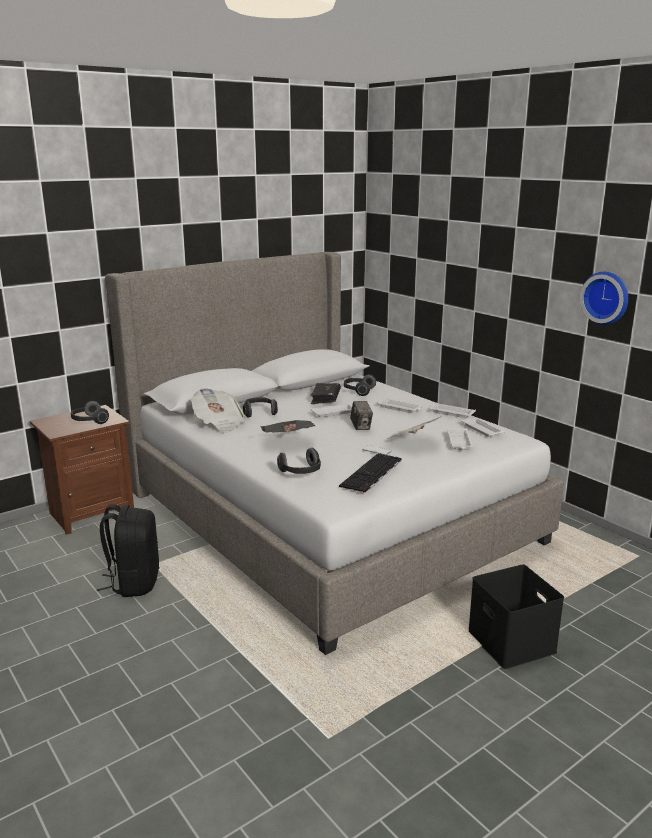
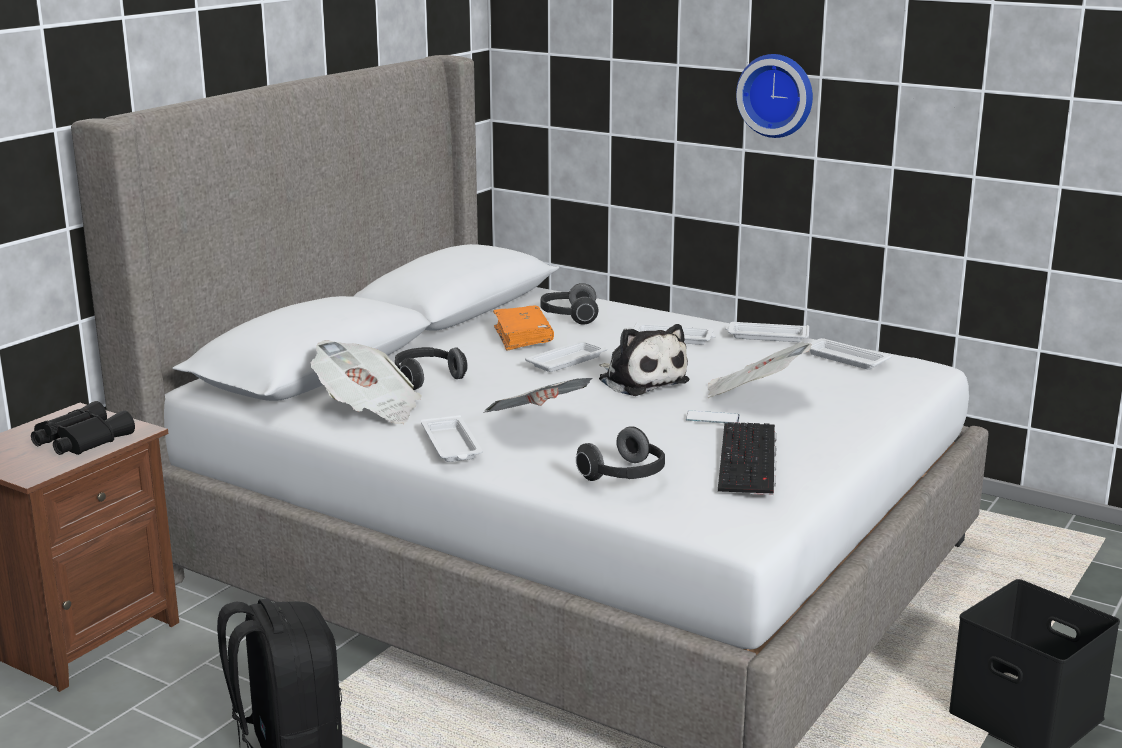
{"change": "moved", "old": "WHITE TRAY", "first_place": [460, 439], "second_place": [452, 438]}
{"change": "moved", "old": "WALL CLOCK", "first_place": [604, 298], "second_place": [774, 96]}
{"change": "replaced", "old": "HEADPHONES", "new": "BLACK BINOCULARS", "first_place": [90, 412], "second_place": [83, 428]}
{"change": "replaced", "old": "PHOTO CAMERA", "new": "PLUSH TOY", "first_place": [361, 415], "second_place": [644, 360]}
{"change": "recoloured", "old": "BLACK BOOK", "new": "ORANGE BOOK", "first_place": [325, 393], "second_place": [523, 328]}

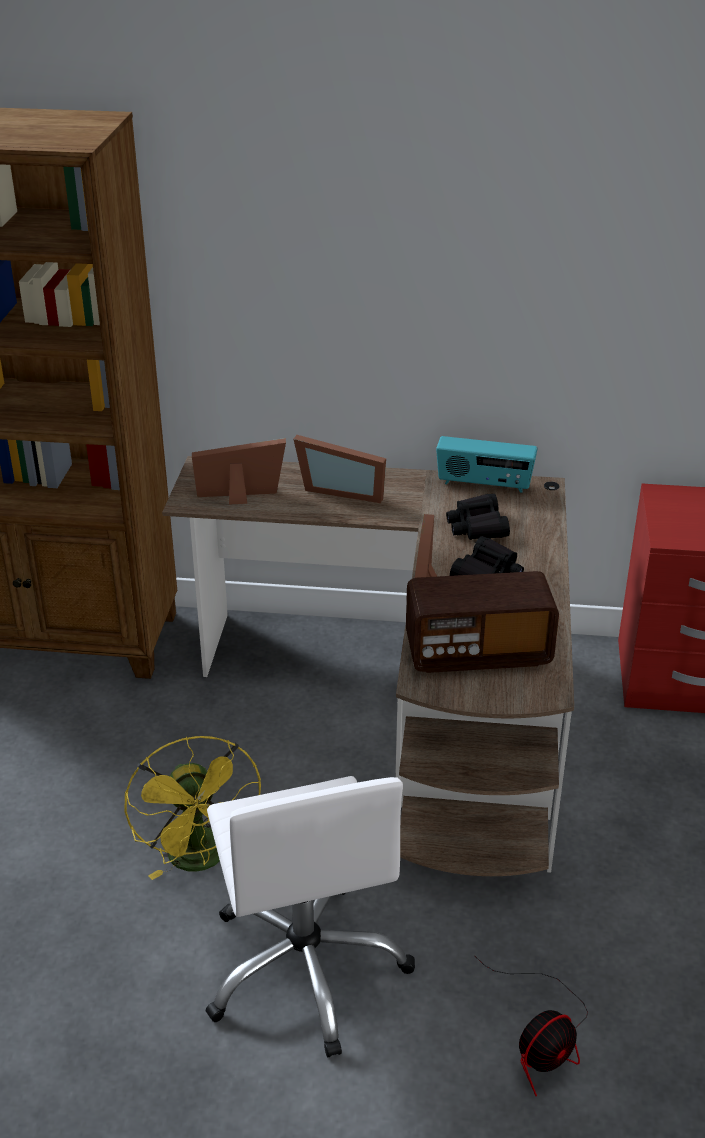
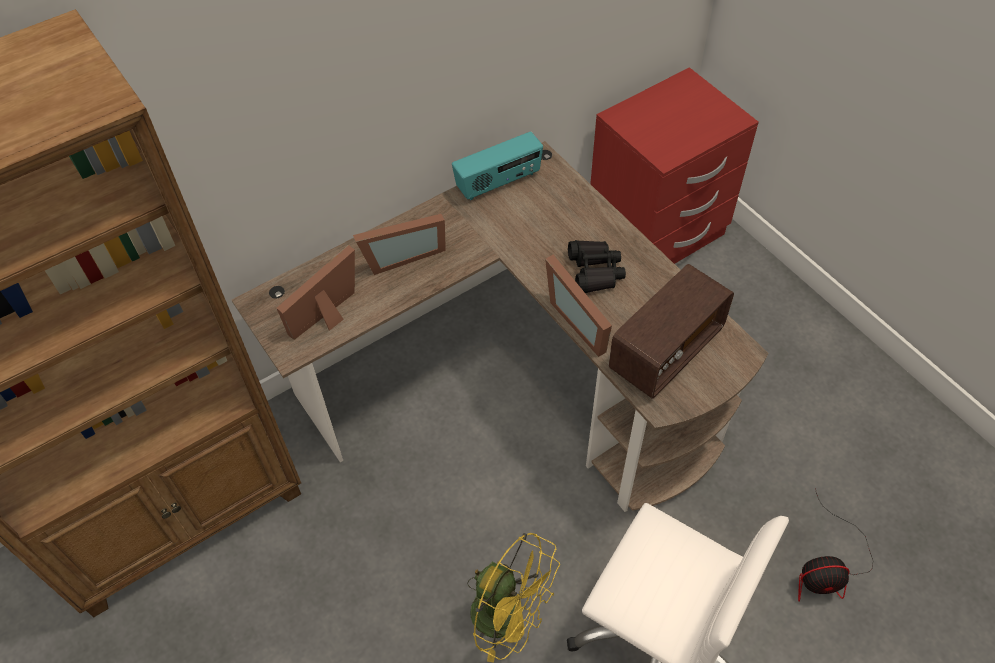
{"change": "removed", "old": "BLACK BINOCULARS", "first_place": [478, 517]}
{"change": "turned", "old": "FAN", "first_place": [531, 1026], "second_place": [835, 545], "degrees": 75}

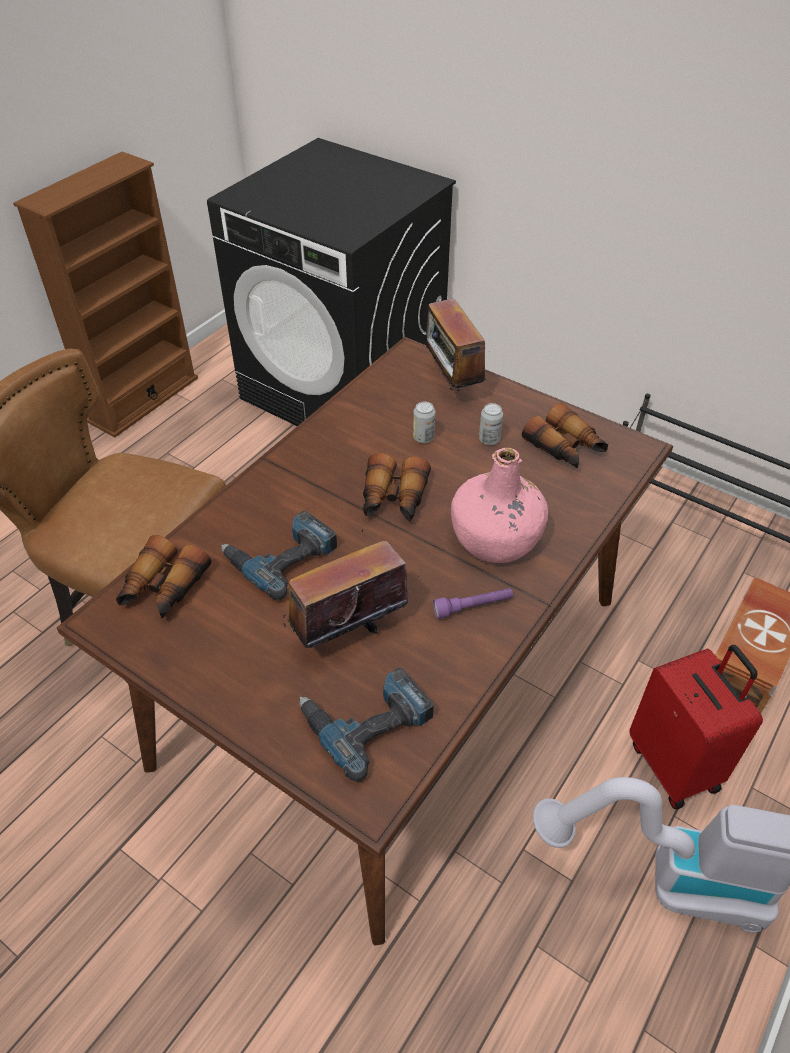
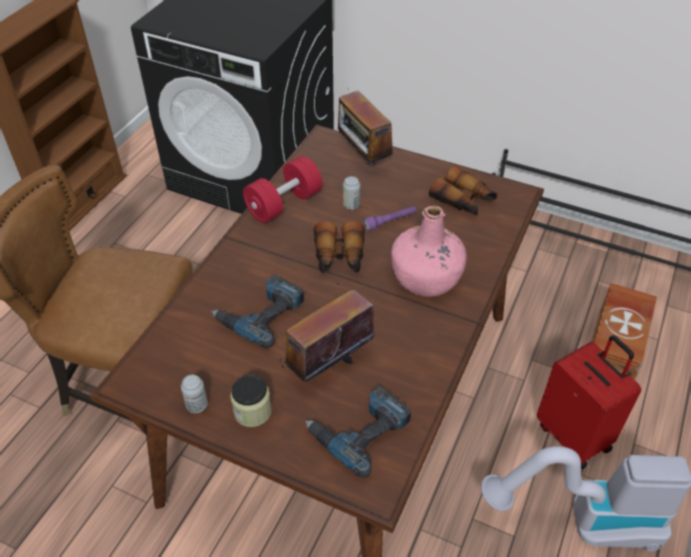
{"change": "removed", "old": "BINOCULARS", "first_place": [163, 577]}
{"change": "added", "new": "JAR", "second_place": [251, 400]}
{"change": "added", "new": "RED DUMBBELL", "second_place": [283, 189]}
{"change": "moved", "old": "PURPLE FLASHLIGHT", "first_place": [473, 603], "second_place": [390, 218]}
{"change": "moved", "old": "CAN", "first_place": [491, 424], "second_place": [194, 394]}

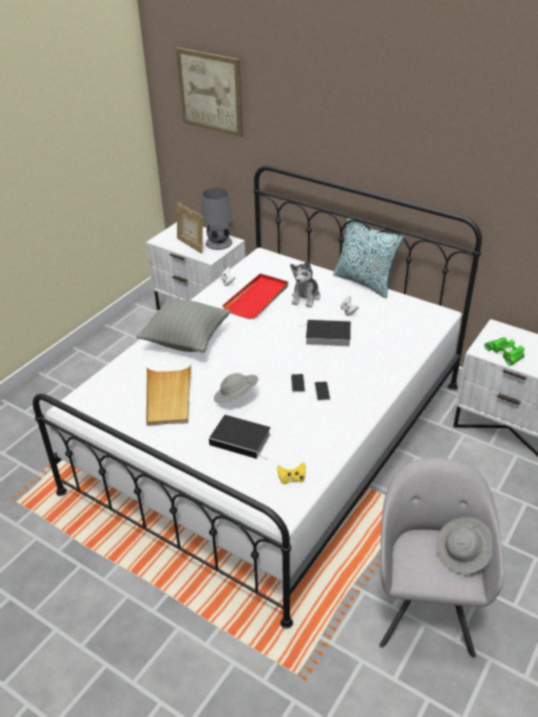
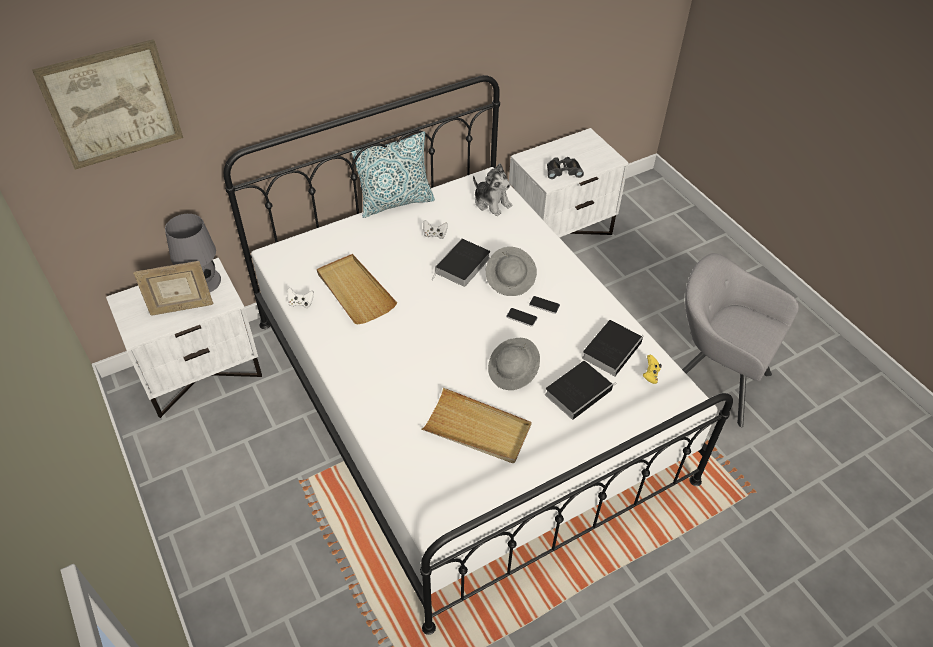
{"change": "removed", "old": "GREY PILLOW", "first_place": [183, 325]}
{"change": "added", "new": "BOOK", "second_place": [613, 348]}
{"change": "moved", "old": "PLUSH TOY", "first_place": [305, 284], "second_place": [492, 189]}
{"change": "moved", "old": "GREY HAT", "first_place": [464, 545], "second_place": [511, 271]}
{"change": "recoloured", "old": "RED TRAY", "new": "BEIGE TRAY", "first_place": [255, 296], "second_place": [357, 289]}
{"change": "recoloured", "old": "GREEN BINOCULARS", "new": "BLACK BINOCULARS", "first_place": [504, 351], "second_place": [565, 168]}

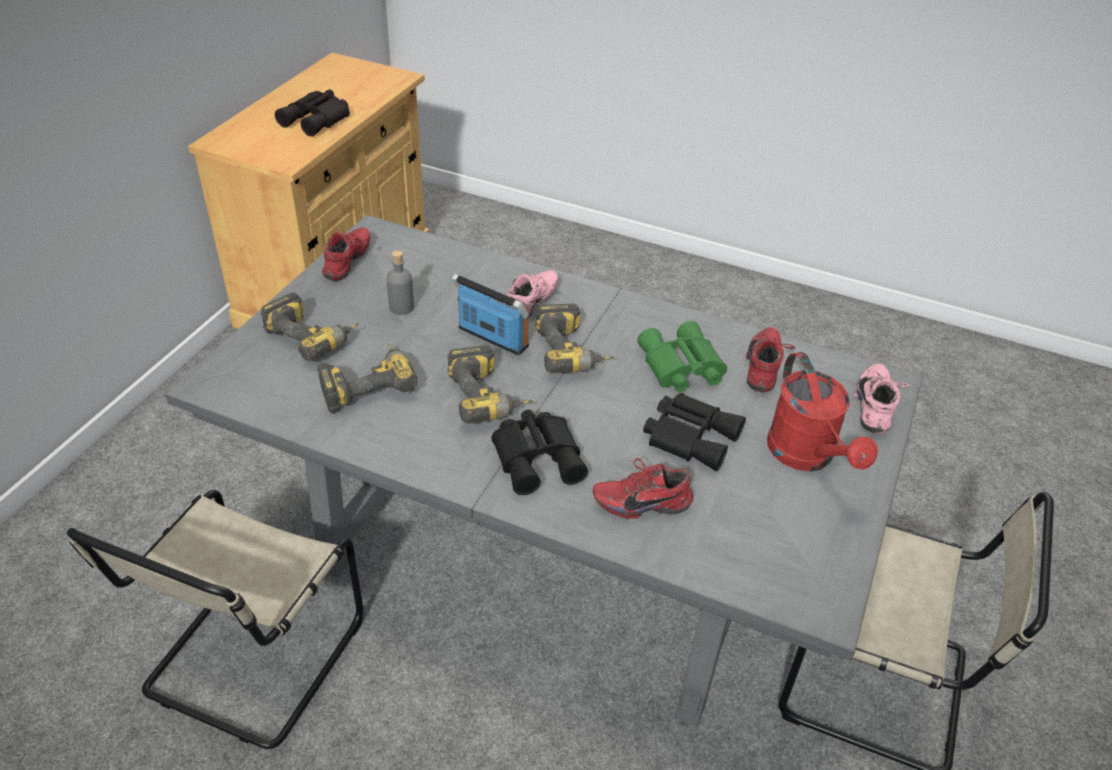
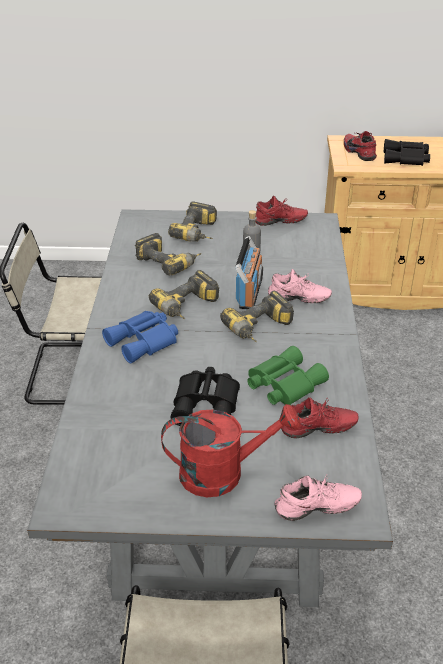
{"change": "moved", "old": "RED SHOE", "first_place": [643, 488], "second_place": [360, 146]}
{"change": "recoloured", "old": "BLACK BINOCULARS", "new": "BLUE BINOCULARS", "first_place": [539, 452], "second_place": [140, 337]}
{"change": "turned", "old": "RED WATERING CAN", "first_place": [822, 411], "second_place": [230, 450], "degrees": -150}

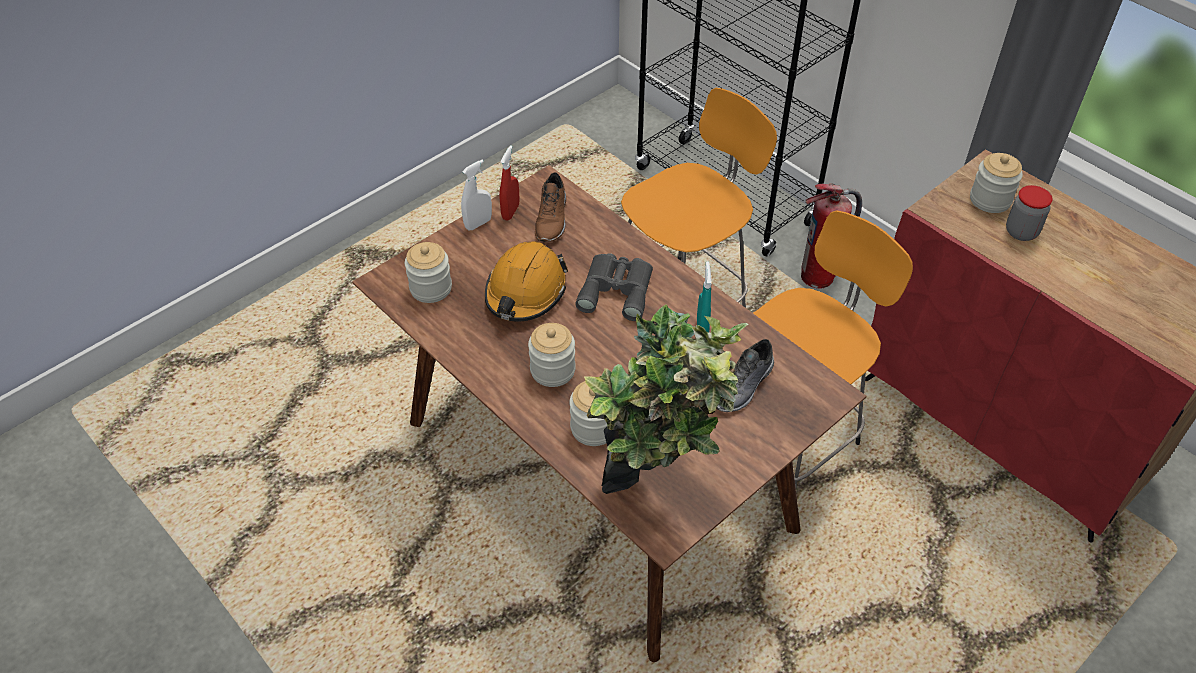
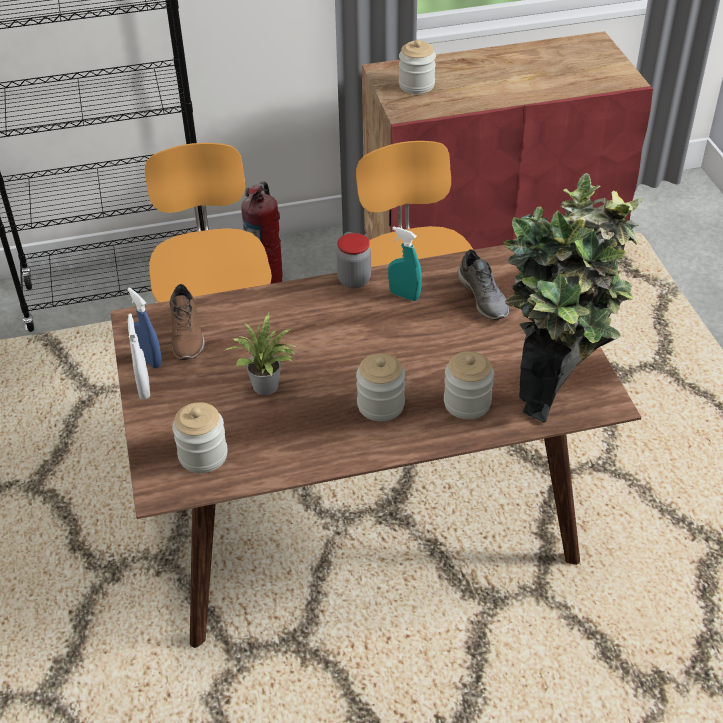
{"change": "removed", "old": "GREY BINOCULARS", "first_place": [614, 287]}
{"change": "moved", "old": "JAR", "first_place": [1029, 213], "second_place": [353, 261]}
{"change": "replaced", "old": "ORANGE HARD HAT", "new": "POTTED PLANT", "first_place": [526, 281], "second_place": [261, 354]}
{"change": "recoloured", "old": "RED SPRAY BOTTLE", "new": "BLUE SPRAY BOTTLE", "first_place": [509, 183], "second_place": [144, 328]}
{"change": "turned", "old": "BROWN SHOE", "first_place": [550, 207], "second_place": [187, 322], "degrees": 45}

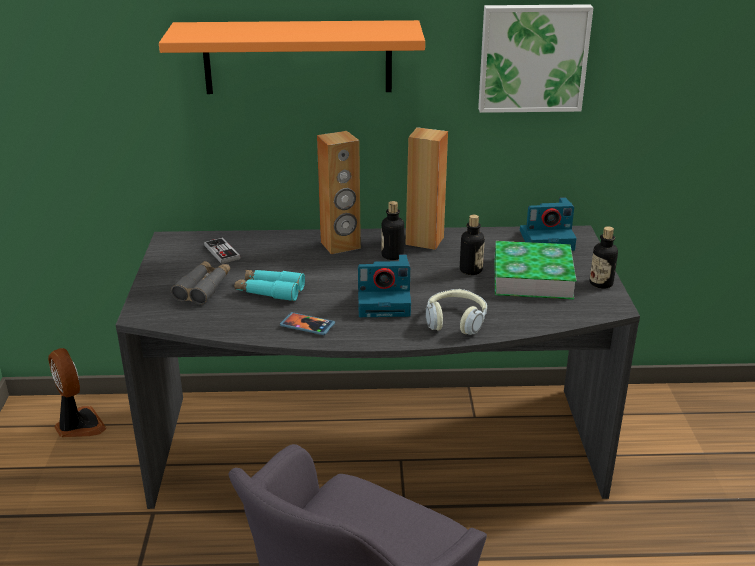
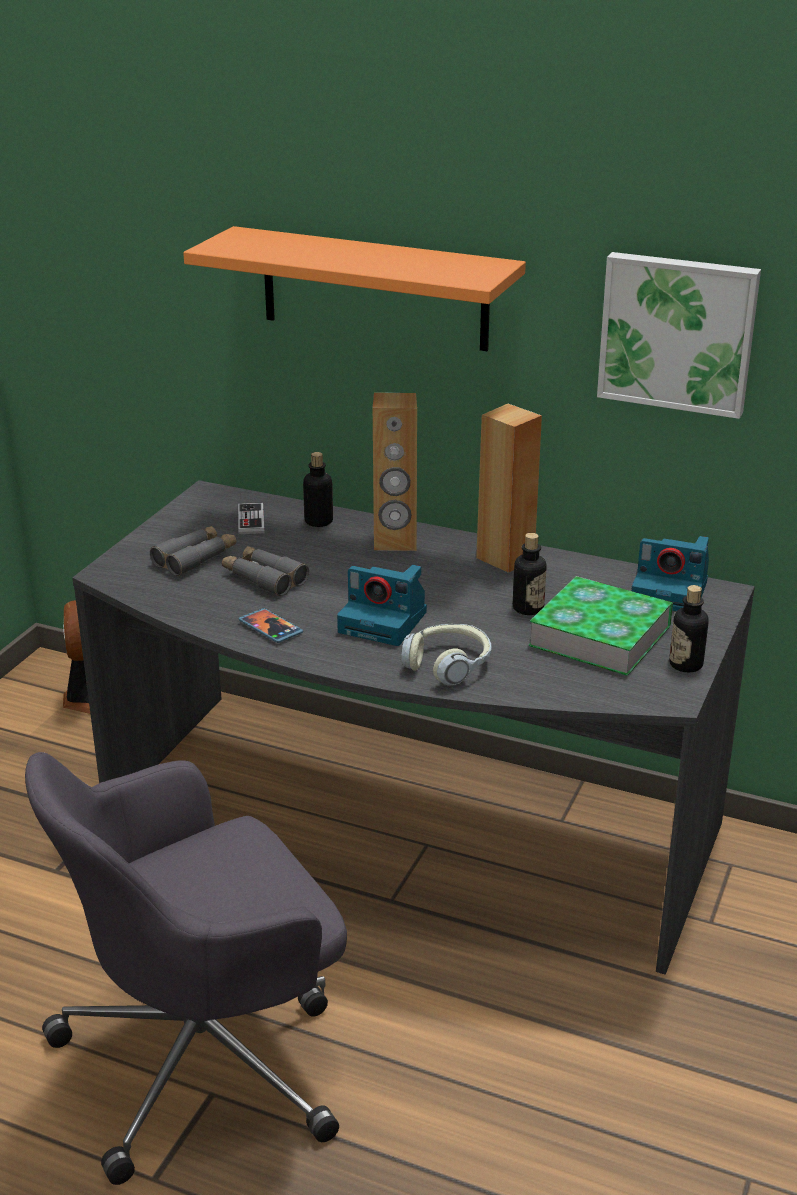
{"change": "moved", "old": "BOTTLE", "first_place": [392, 230], "second_place": [318, 489]}
{"change": "recoloured", "old": "TURQUOISE BINOCULARS", "new": "GREY BINOCULARS", "first_place": [269, 285], "second_place": [265, 571]}

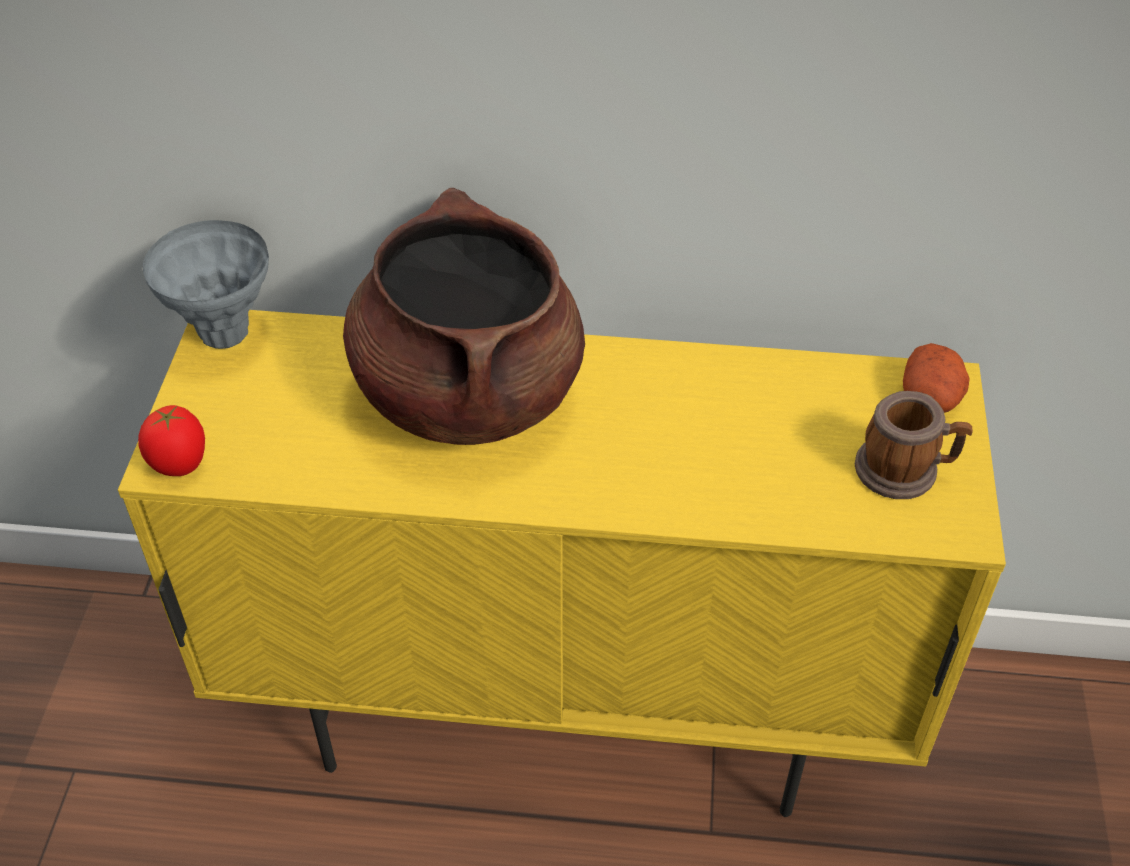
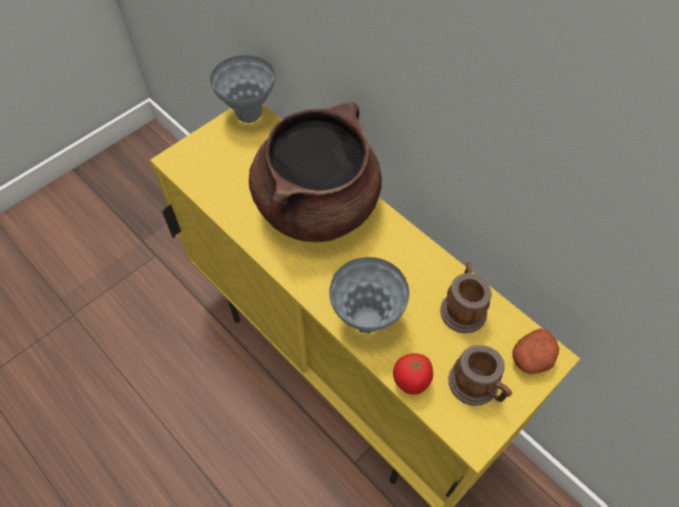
{"change": "added", "new": "GREY VASE", "second_place": [369, 295]}
{"change": "added", "new": "MUG", "second_place": [466, 297]}
{"change": "moved", "old": "TOMATO", "first_place": [171, 440], "second_place": [413, 374]}

